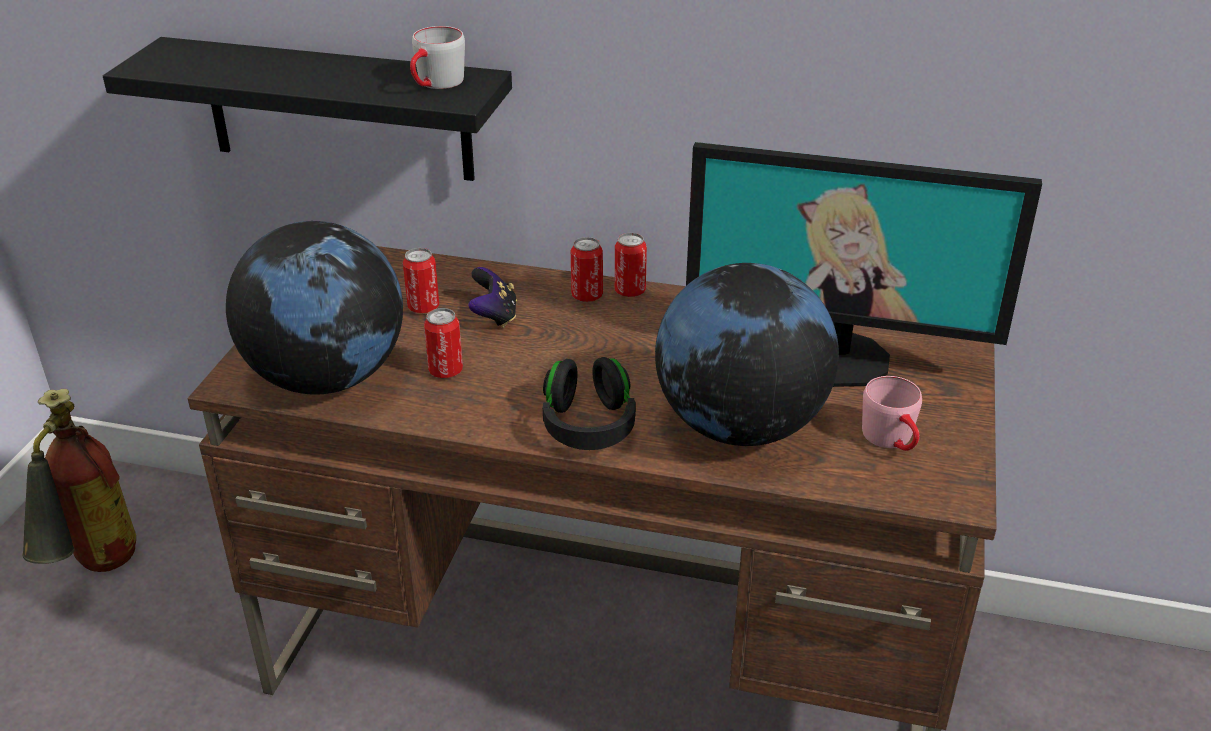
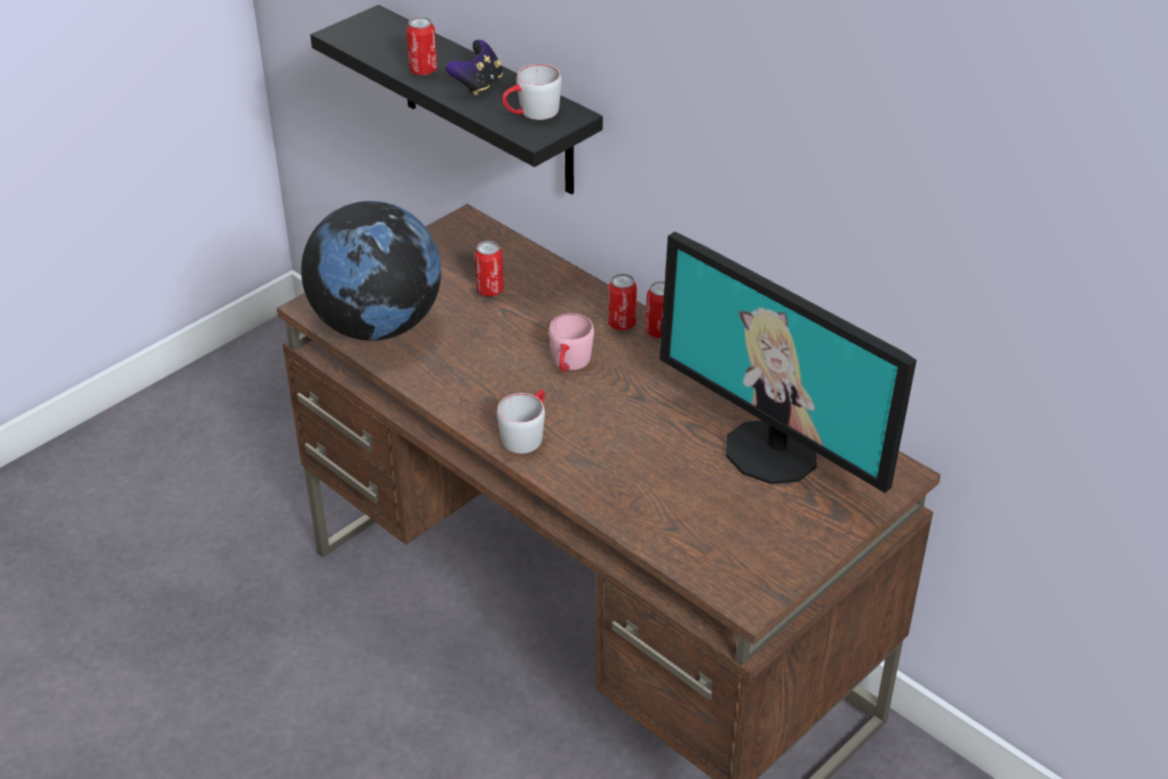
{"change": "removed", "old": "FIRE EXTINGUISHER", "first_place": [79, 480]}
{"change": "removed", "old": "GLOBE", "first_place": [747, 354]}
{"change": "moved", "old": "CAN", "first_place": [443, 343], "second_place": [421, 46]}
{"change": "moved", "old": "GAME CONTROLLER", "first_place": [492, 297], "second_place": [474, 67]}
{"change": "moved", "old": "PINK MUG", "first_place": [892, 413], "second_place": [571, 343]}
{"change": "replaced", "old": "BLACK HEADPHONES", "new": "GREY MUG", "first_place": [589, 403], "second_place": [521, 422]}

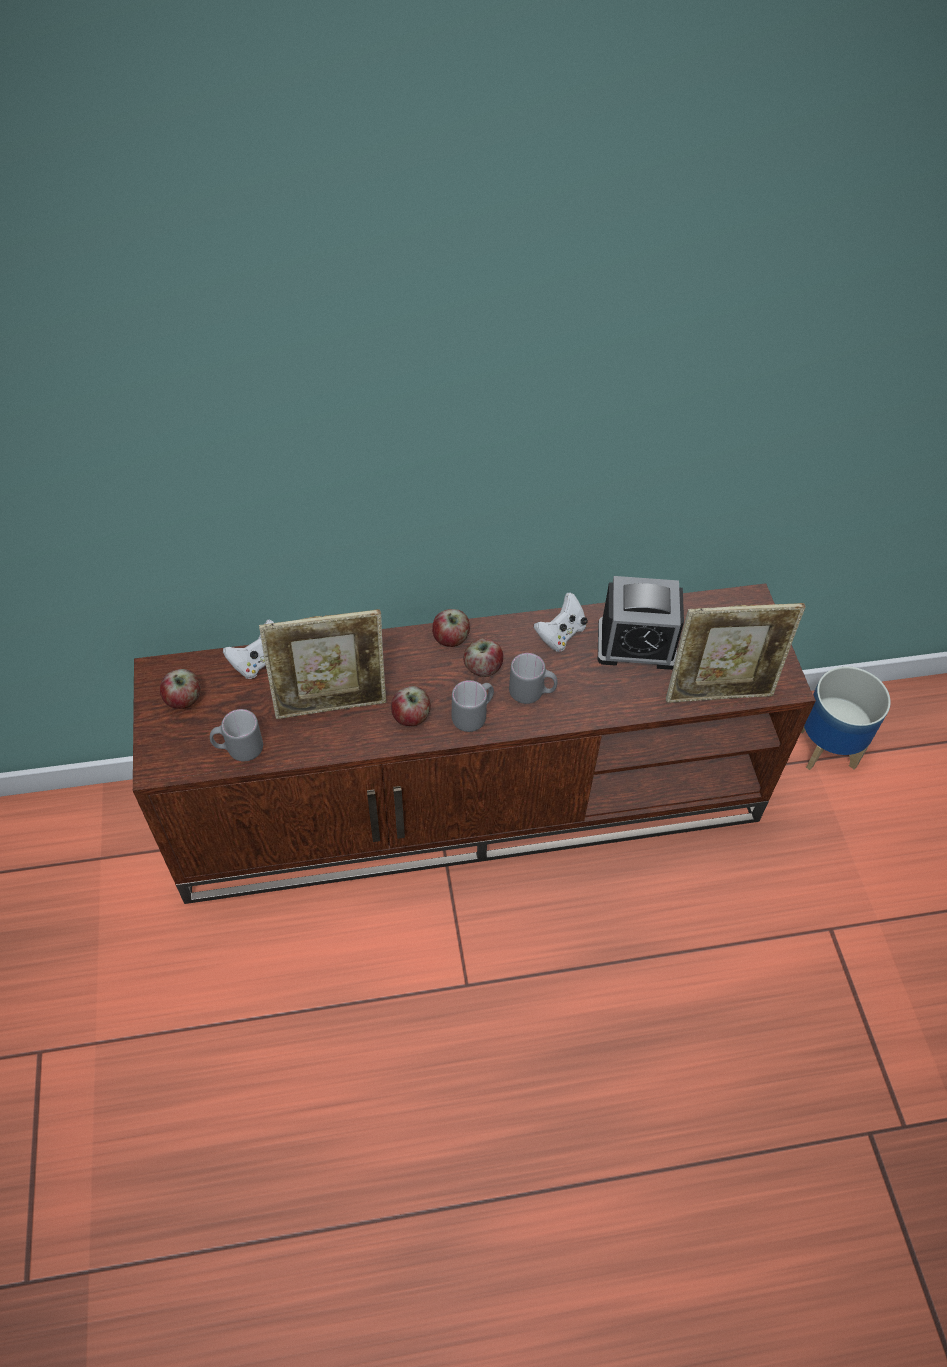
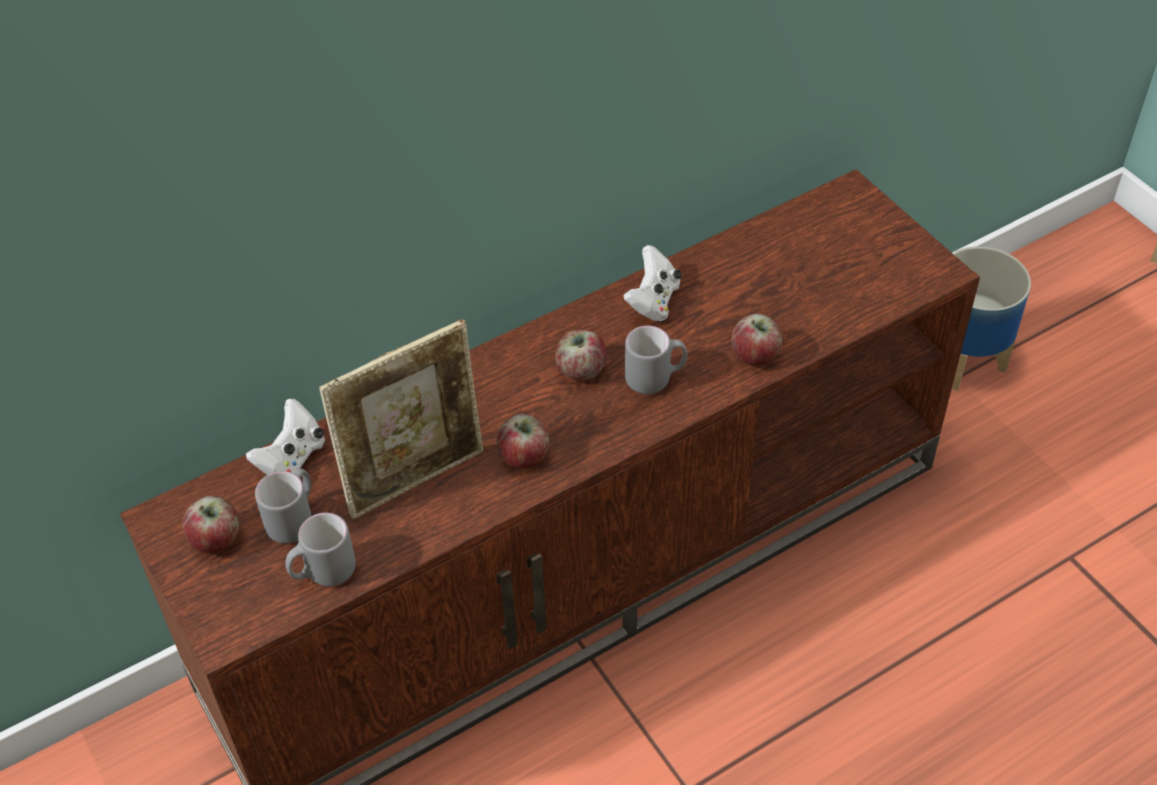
{"change": "removed", "old": "ALARM CLOCK", "first_place": [641, 623]}
{"change": "removed", "old": "PICTURE FRAME", "first_place": [736, 653]}
{"change": "moved", "old": "APPLE", "first_place": [451, 628], "second_place": [757, 339]}
{"change": "moved", "old": "GREY MUG", "first_place": [473, 706], "second_place": [283, 506]}

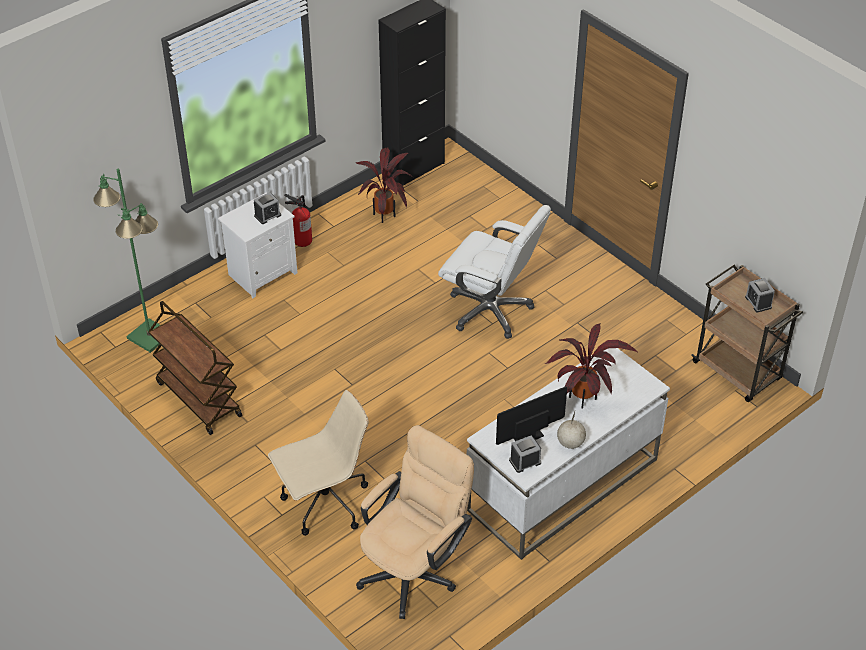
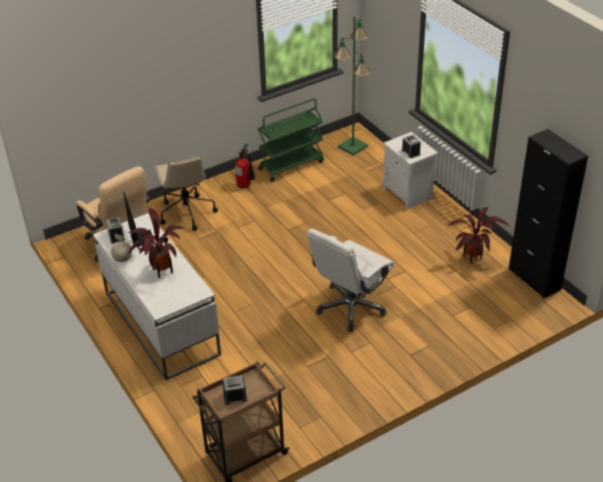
{"change": "moved", "old": "FIRE EXTINGUISHER", "first_place": [298, 220], "second_place": [245, 166]}
{"change": "recoloured", "old": "BROWN CART", "new": "GREEN CART", "first_place": [195, 368], "second_place": [291, 140]}

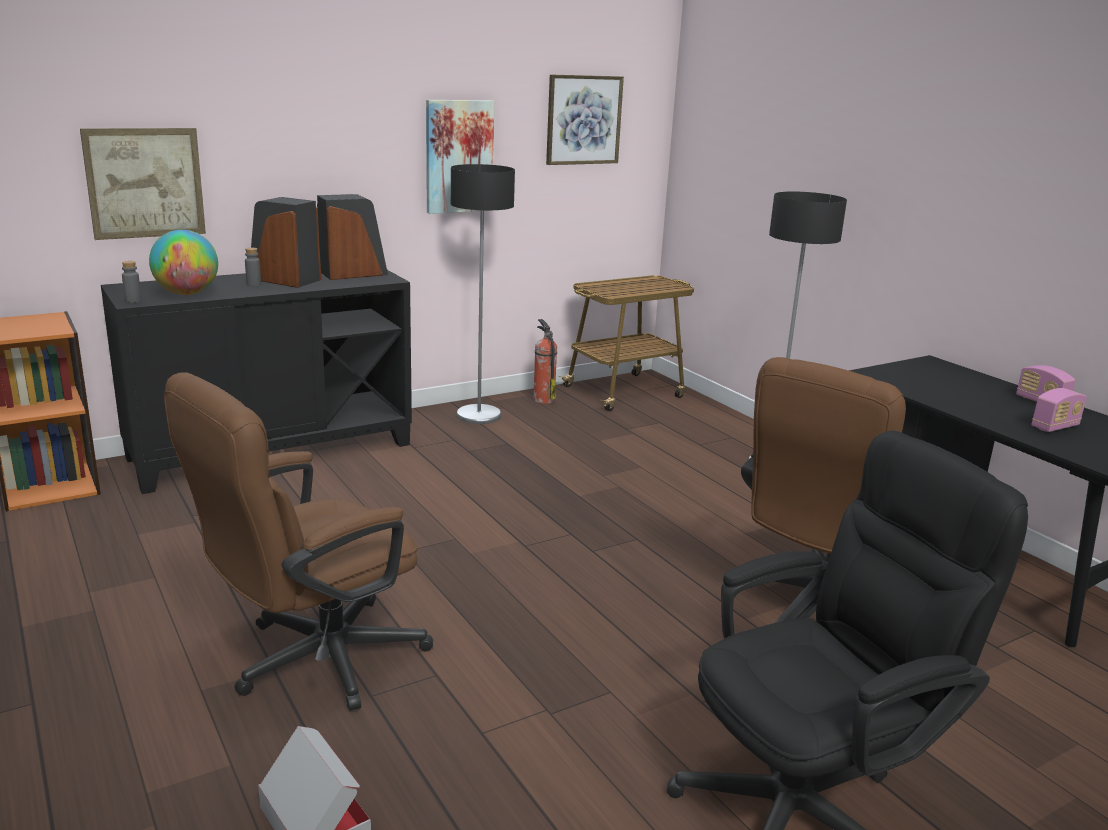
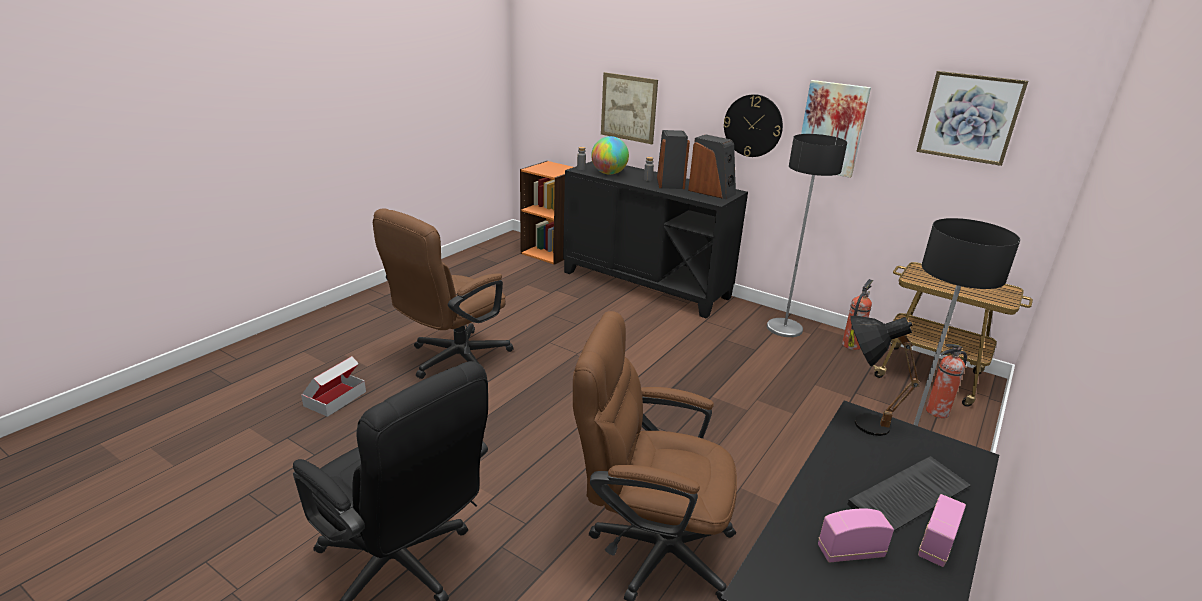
{"change": "added", "new": "WALL CLOCK", "second_place": [753, 125]}
{"change": "added", "new": "KEYBOARD", "second_place": [909, 494]}
{"change": "added", "new": "BLACK TABLE LAMP", "second_place": [885, 376]}
{"change": "added", "new": "FIRE EXTINGUISHER", "second_place": [946, 381]}
{"change": "turned", "old": "BROWN OFFICE CHAIR", "first_place": [298, 541], "second_place": [443, 293], "degrees": -75}
{"change": "turned", "old": "RADIO", "first_place": [1059, 410], "second_place": [856, 535], "degrees": 135}

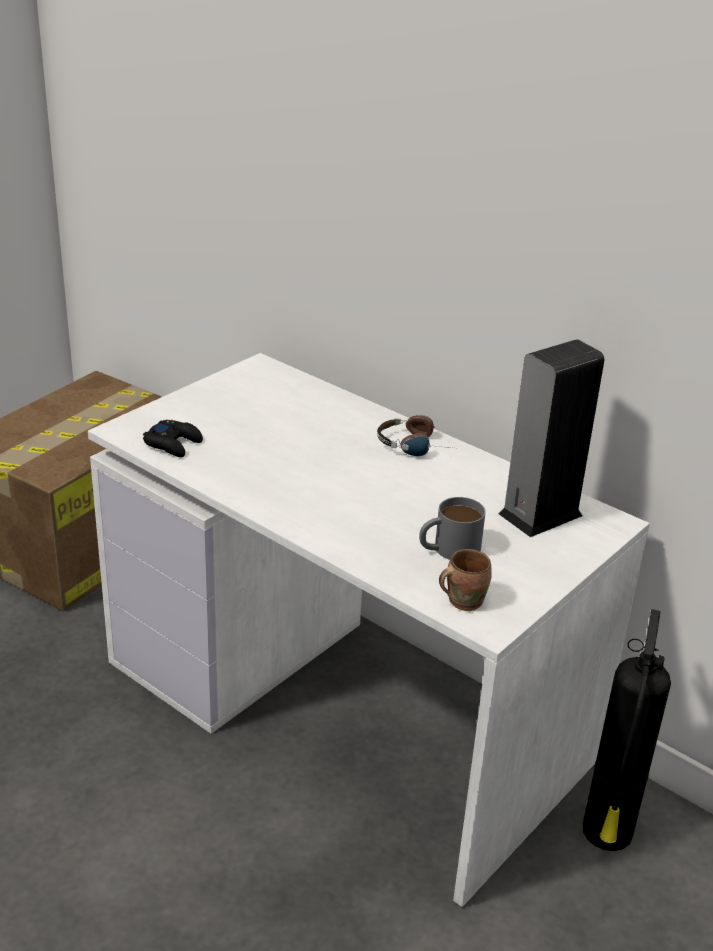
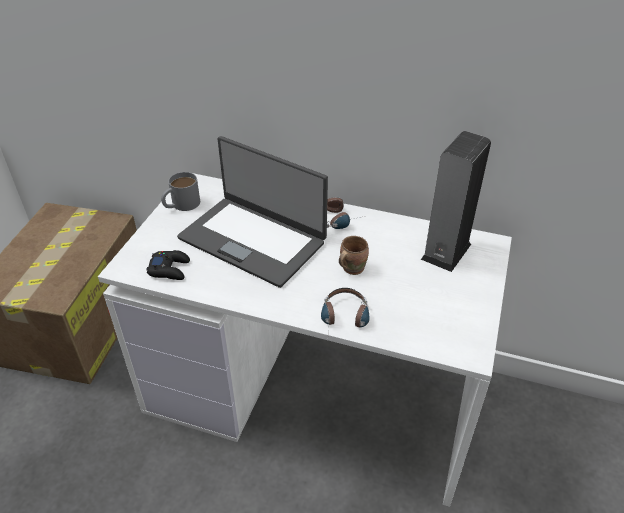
{"change": "removed", "old": "FIRE EXTINGUISHER", "first_place": [627, 730]}
{"change": "added", "new": "LAPTOP", "second_place": [252, 212]}
{"change": "added", "new": "HEADPHONES", "second_place": [345, 309]}
{"change": "moved", "old": "GREY MUG", "first_place": [452, 528], "second_place": [180, 191]}
{"change": "moved", "old": "BROWN MUG", "first_place": [465, 580], "second_place": [354, 255]}

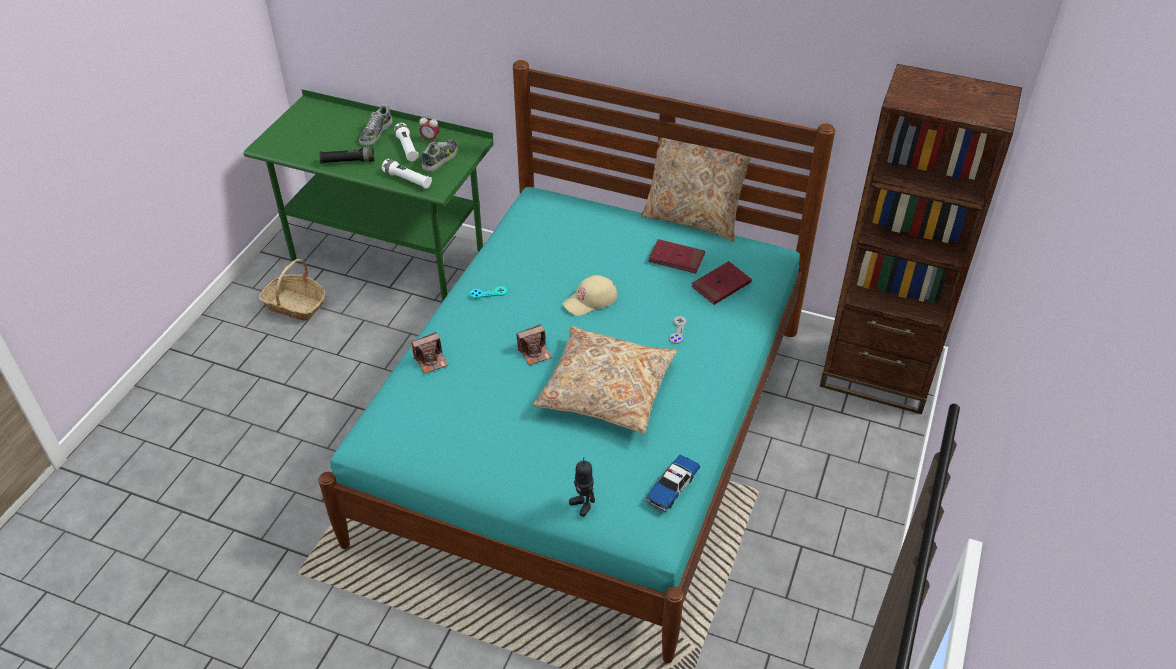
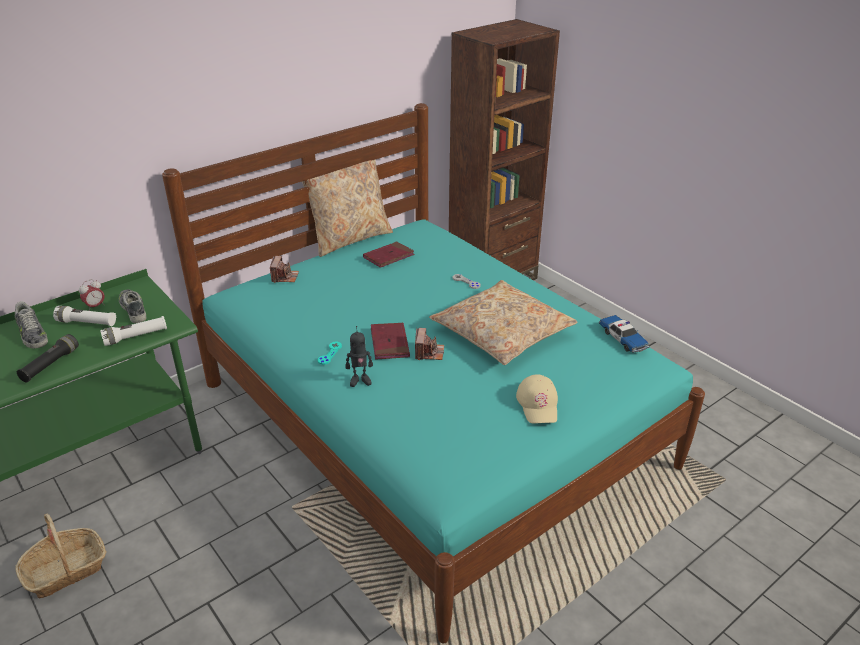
{"change": "moved", "old": "PHOTO CAMERA", "first_place": [429, 353], "second_place": [284, 269]}
{"change": "moved", "old": "BEIGE CAP", "first_place": [590, 295], "second_place": [537, 399]}
{"change": "moved", "old": "TOY ROBOT", "first_place": [582, 487], "second_place": [359, 356]}
{"change": "moved", "old": "RED BOOK", "first_place": [721, 283], "second_place": [390, 341]}

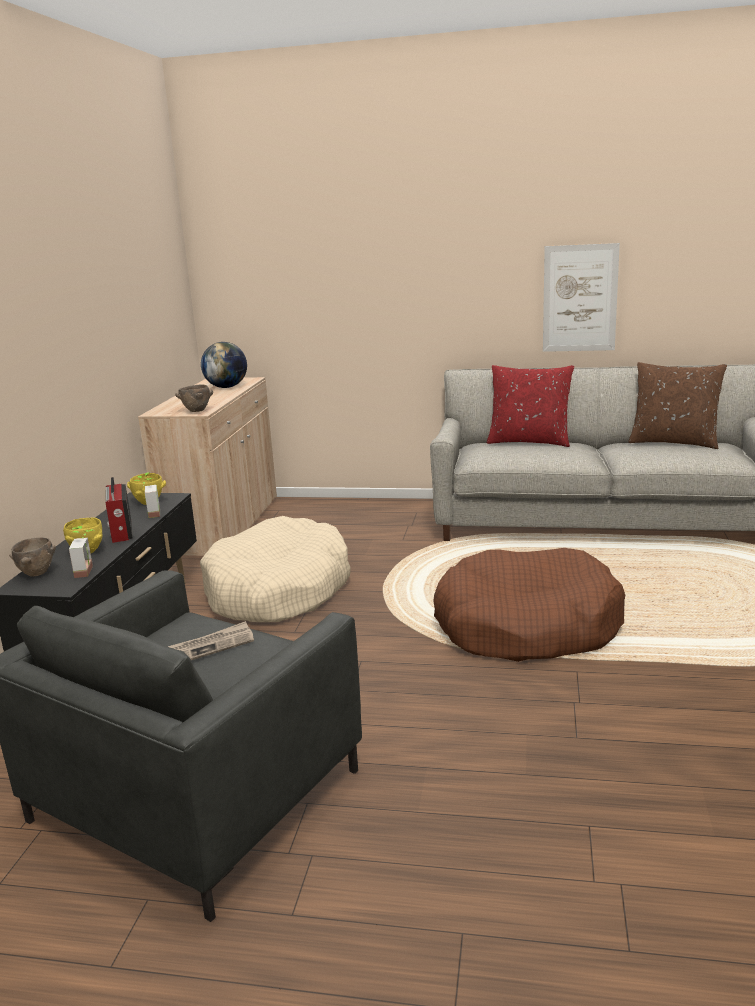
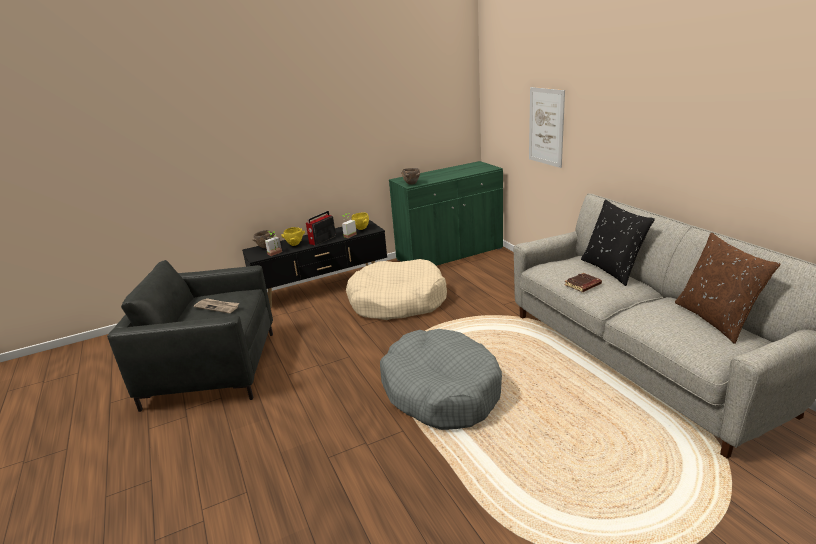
{"change": "removed", "old": "GLOBE", "first_place": [224, 365]}
{"change": "added", "new": "BROWN BOOK", "second_place": [583, 282]}
{"change": "moved", "old": "PICTURE", "first_place": [581, 297], "second_place": [547, 127]}
{"change": "recoloured", "old": "BEIGE CABINET", "new": "GREEN CABINET", "first_place": [207, 466], "second_place": [446, 213]}
{"change": "recoloured", "old": "BROWN DOG BED", "new": "GREY DOG BED", "first_place": [529, 605], "second_place": [441, 379]}
{"change": "recoloured", "old": "RED PILLOW", "new": "BLACK PILLOW", "first_place": [530, 406], "second_place": [618, 243]}

